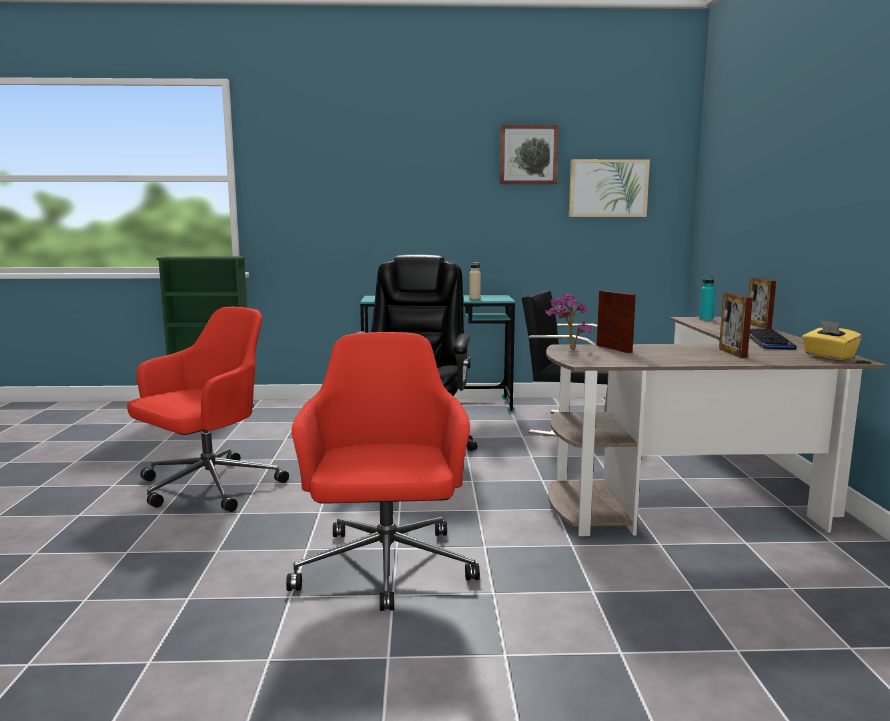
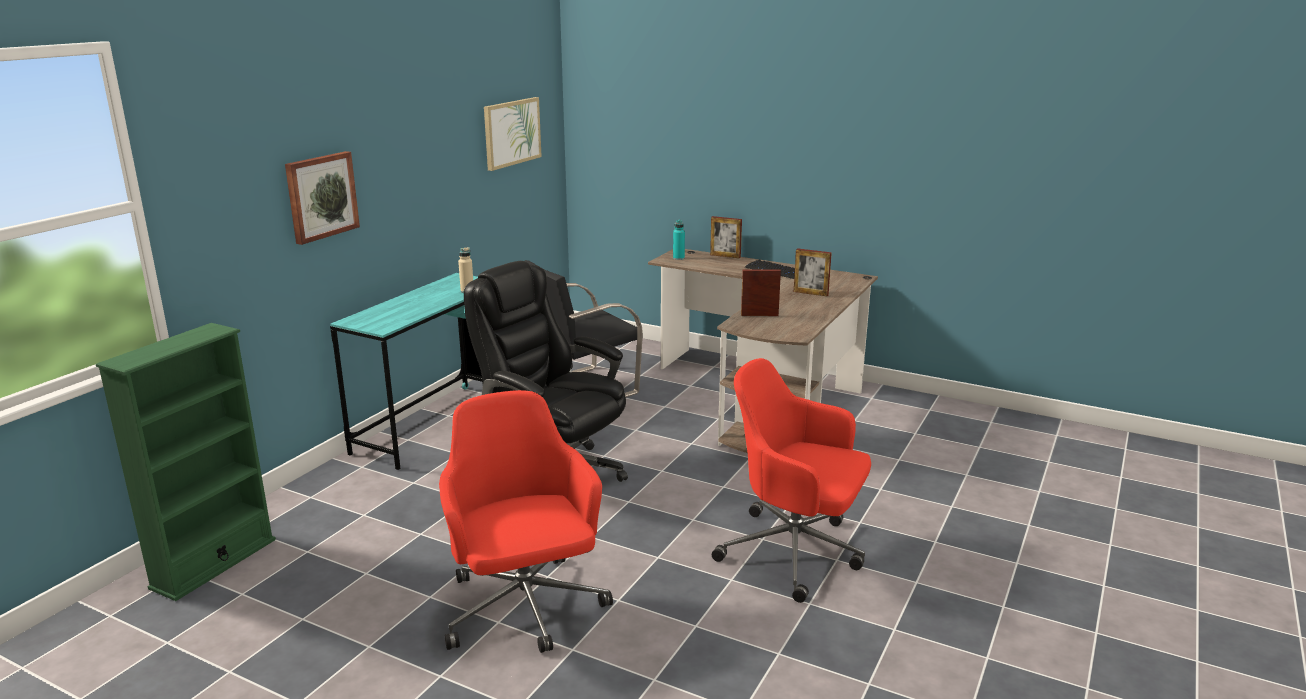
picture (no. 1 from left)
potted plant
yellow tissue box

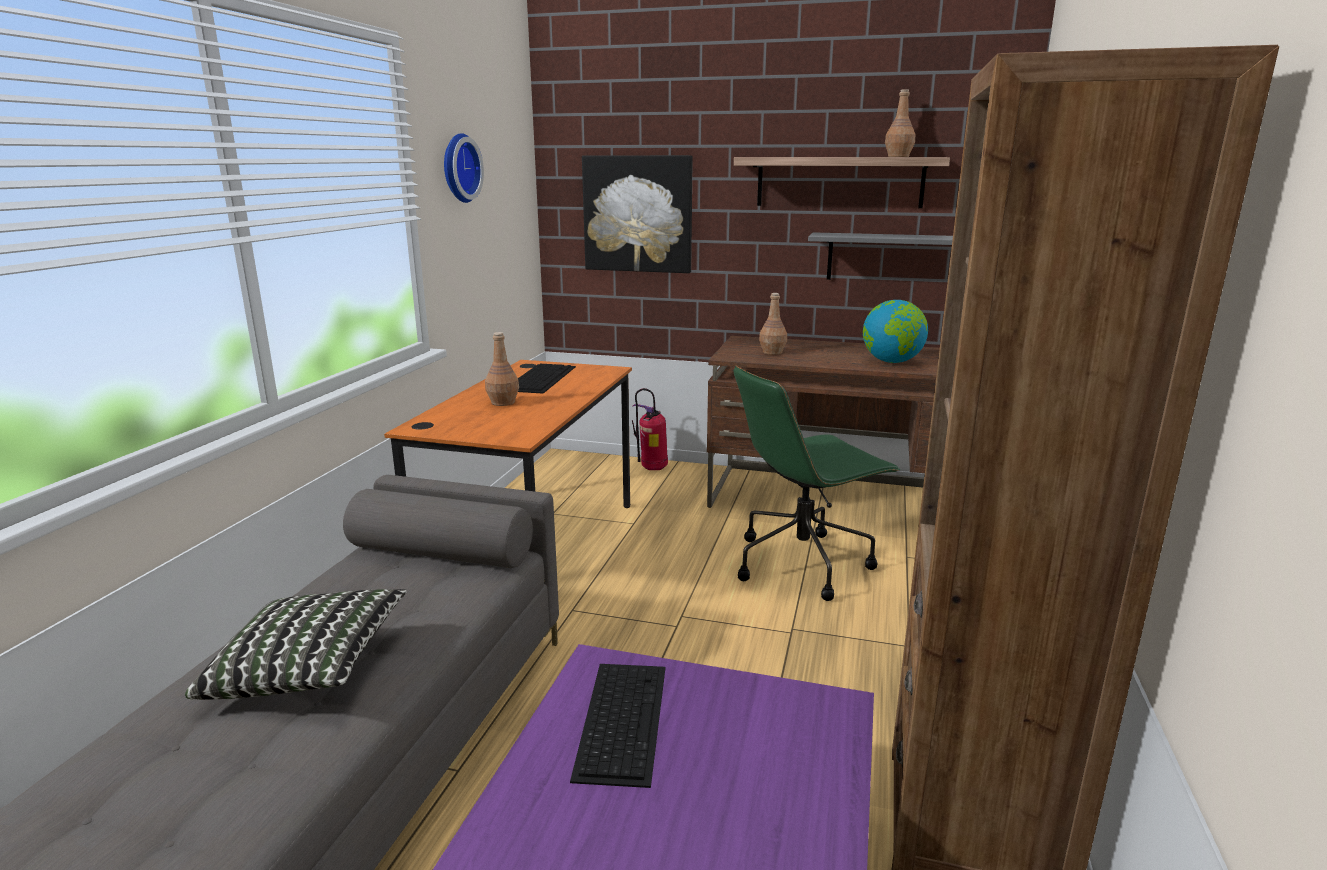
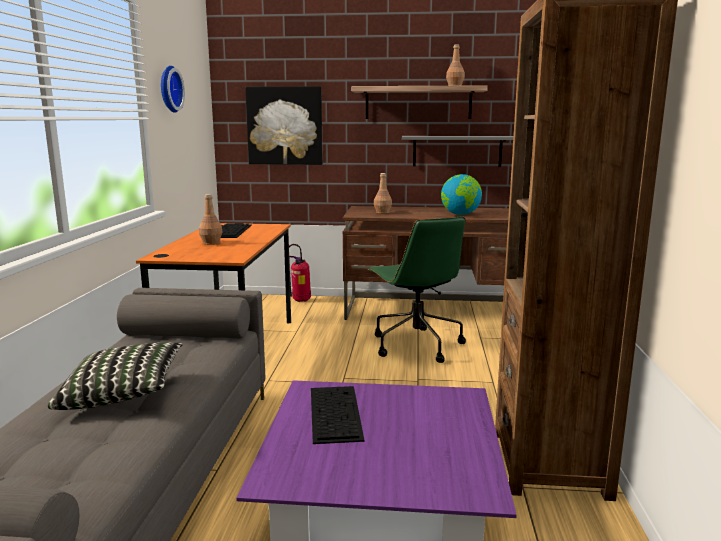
green office chair

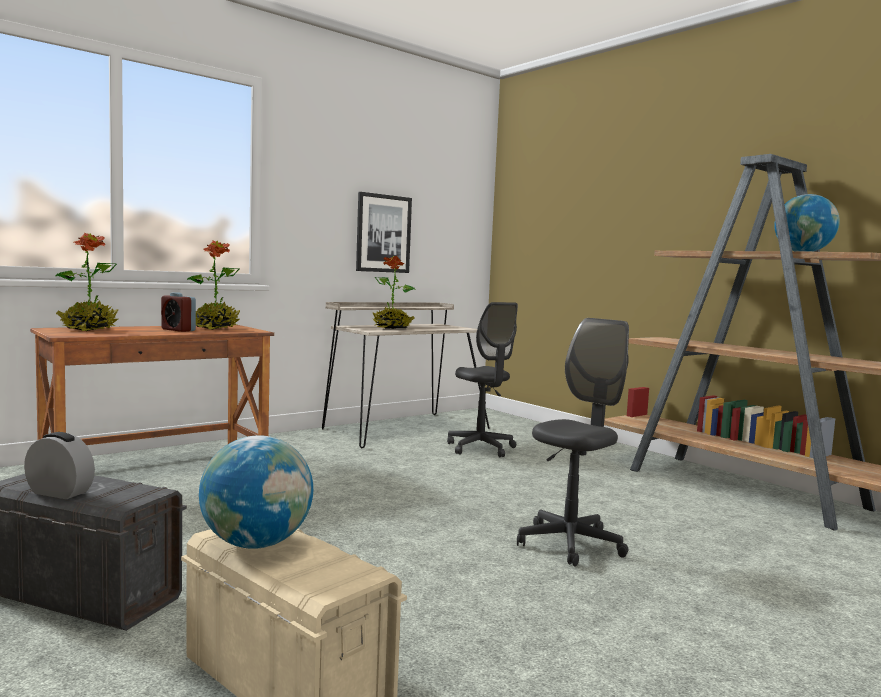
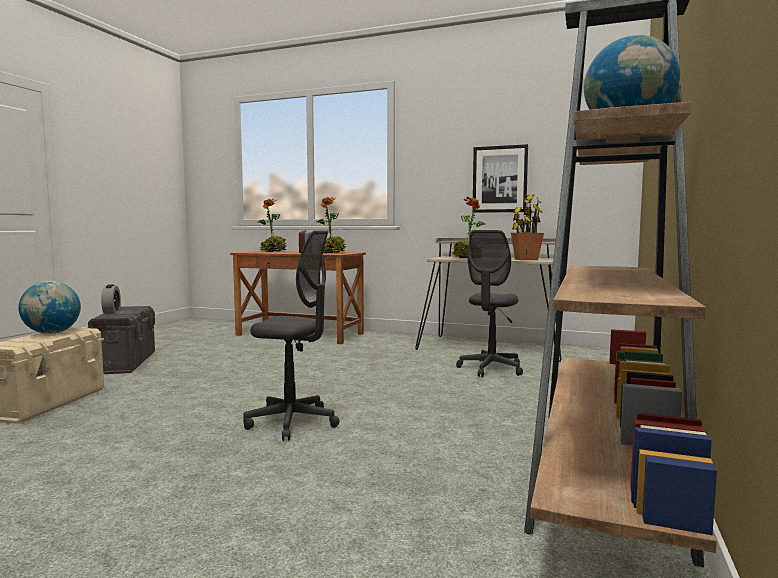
potted plant (no. 4 from left)

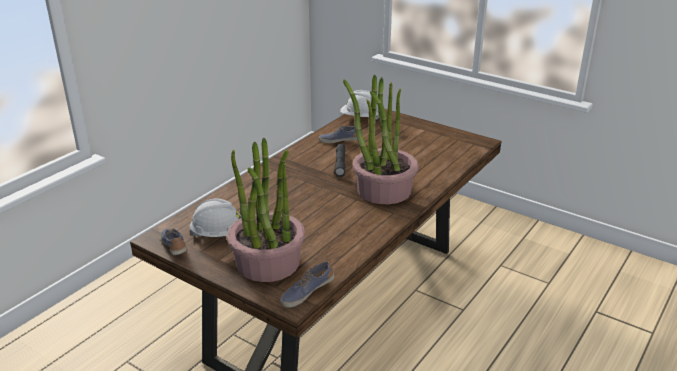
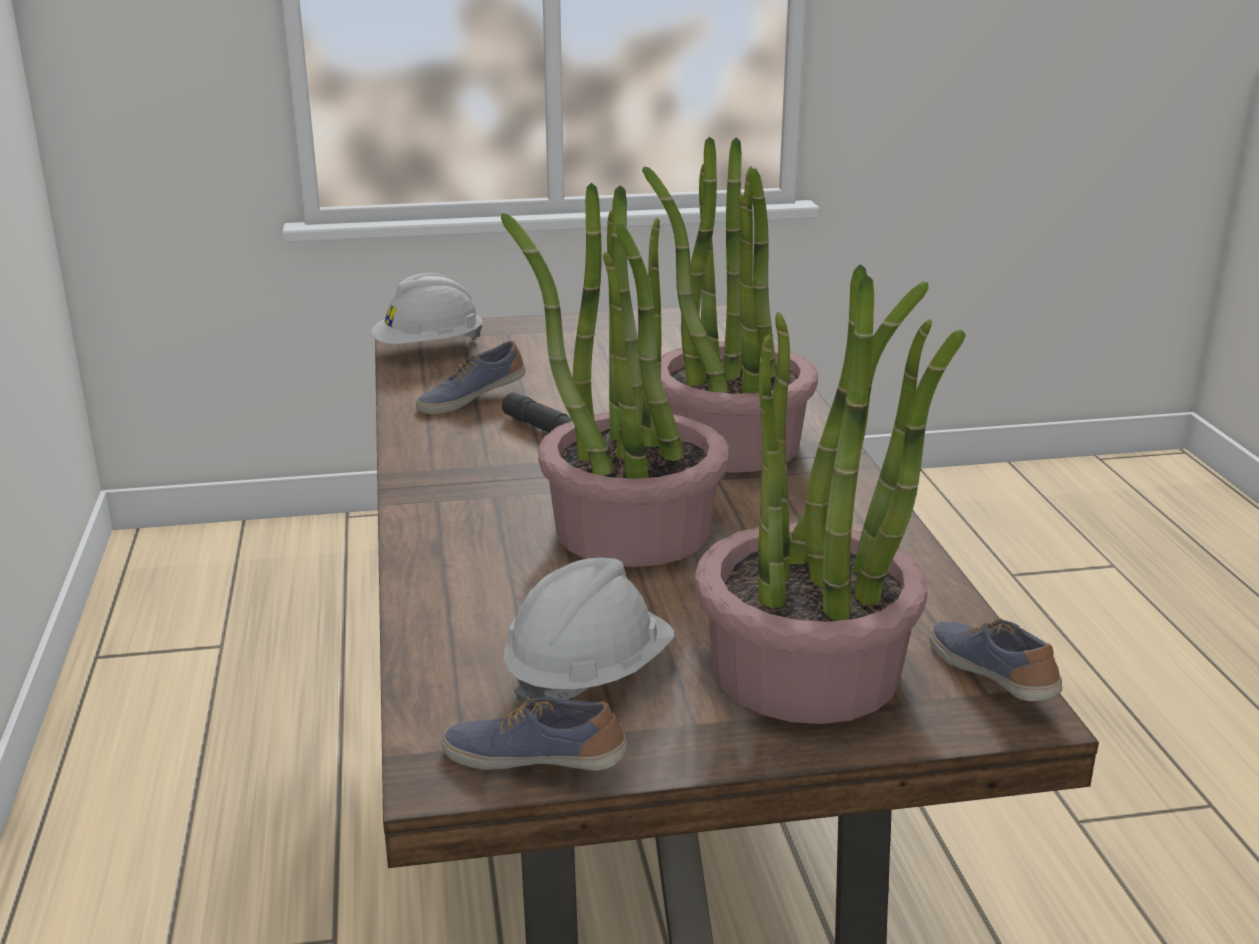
shoe (no. 3 from left)
potted plant (no. 1 from left)

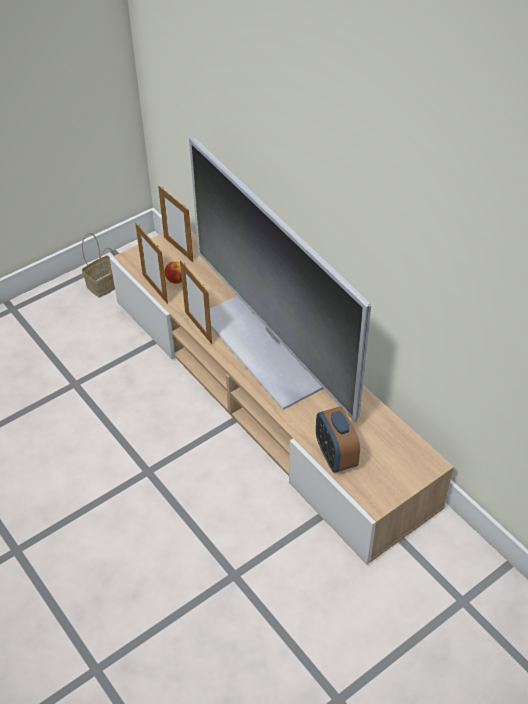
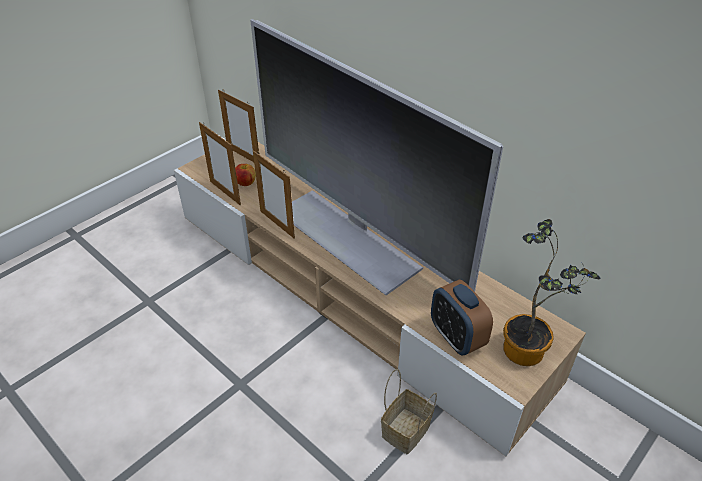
basket
potted plant

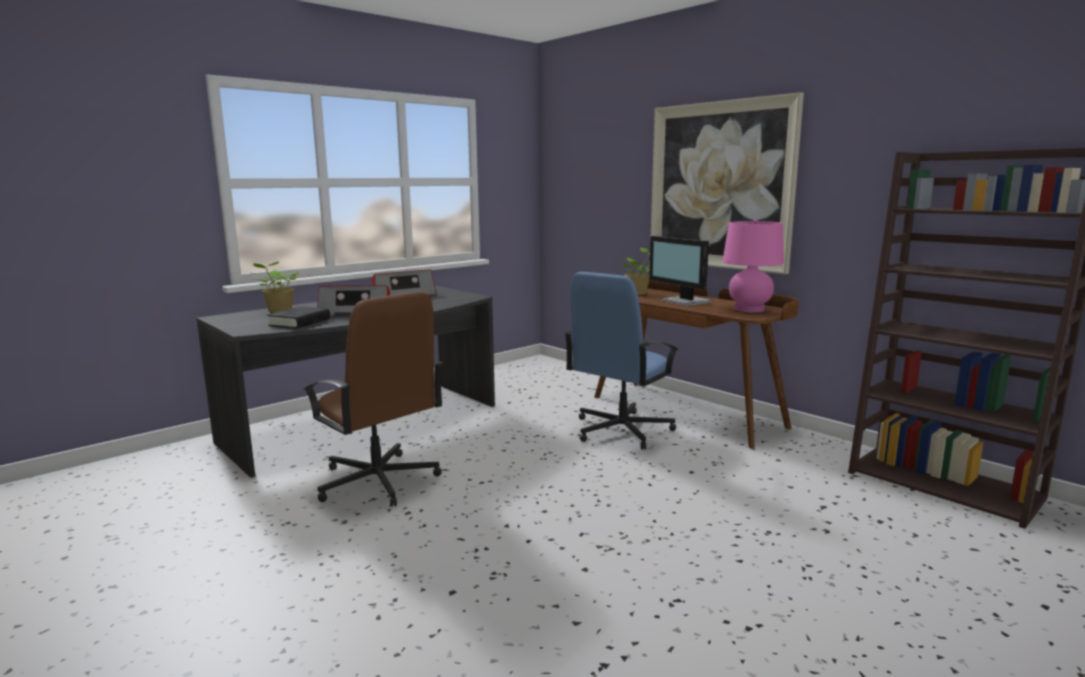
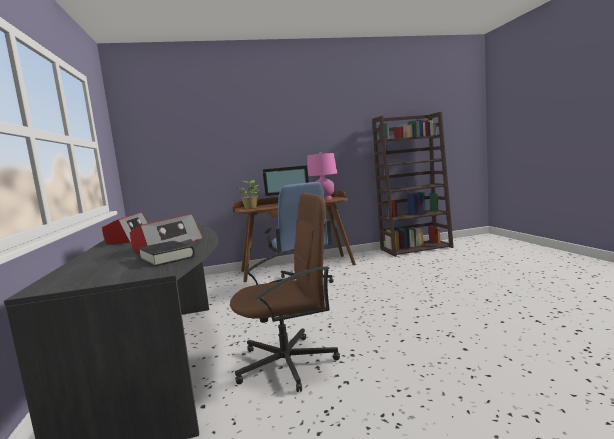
picture
potted plant (no. 1 from left in the first image)

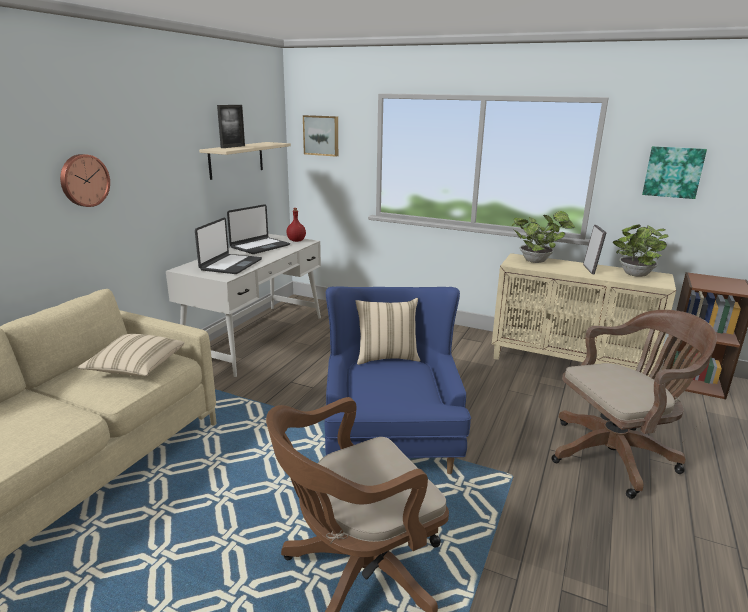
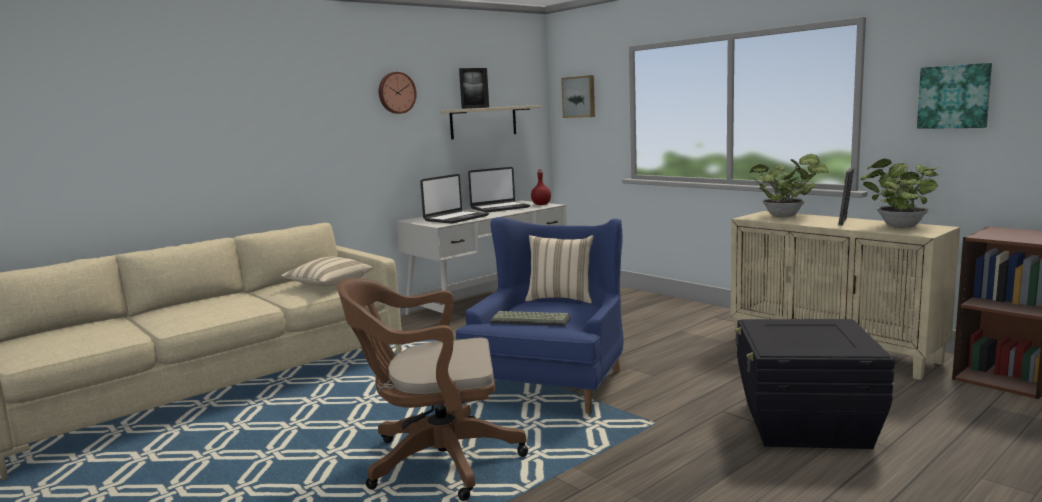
wall clock
black storage box
keyboard

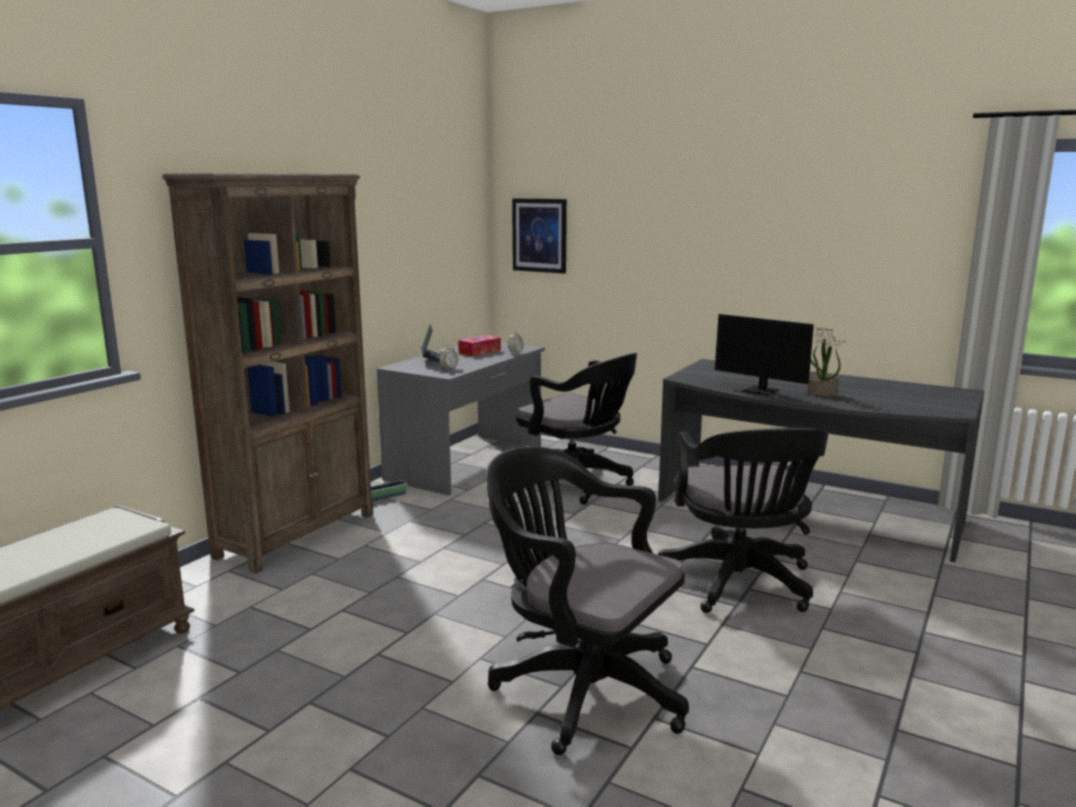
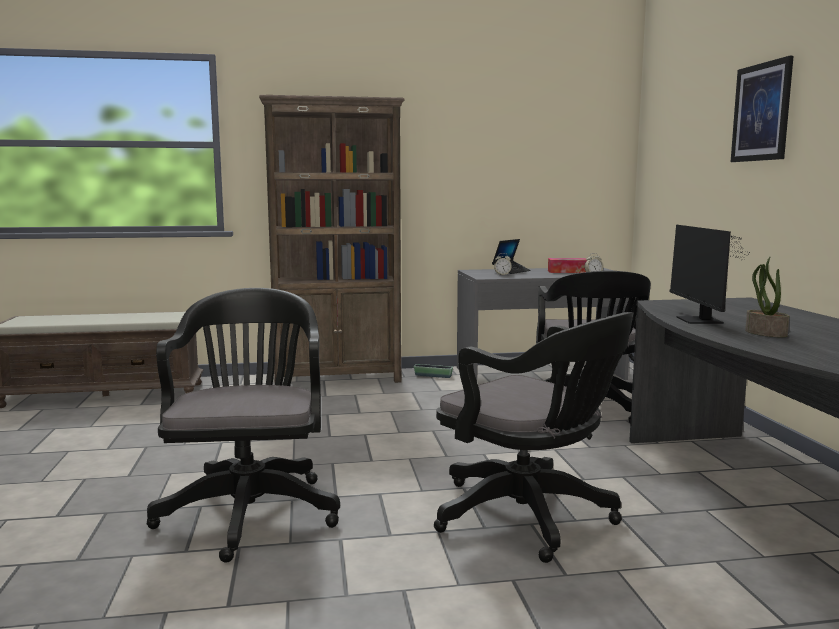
picture
black office chair (no. 2 from left)

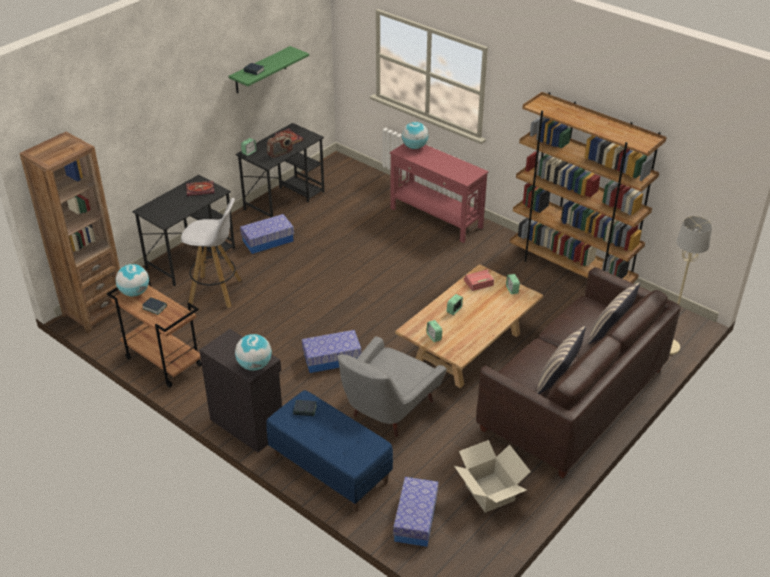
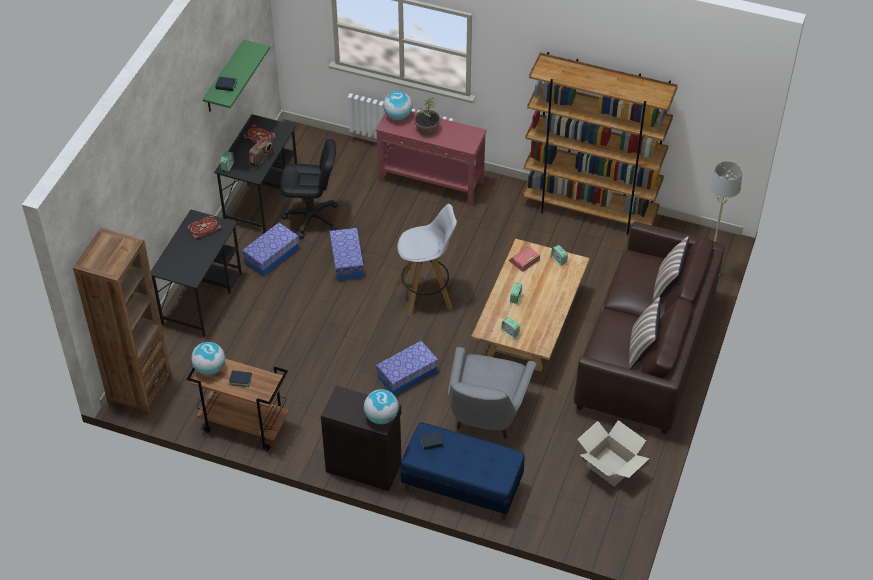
white stool
storage box (no. 2 from left)
potted plant
black office chair

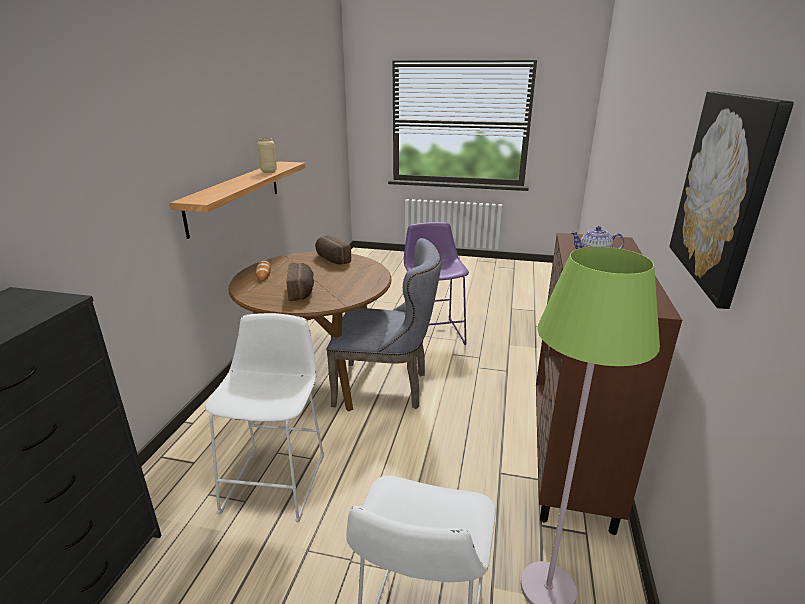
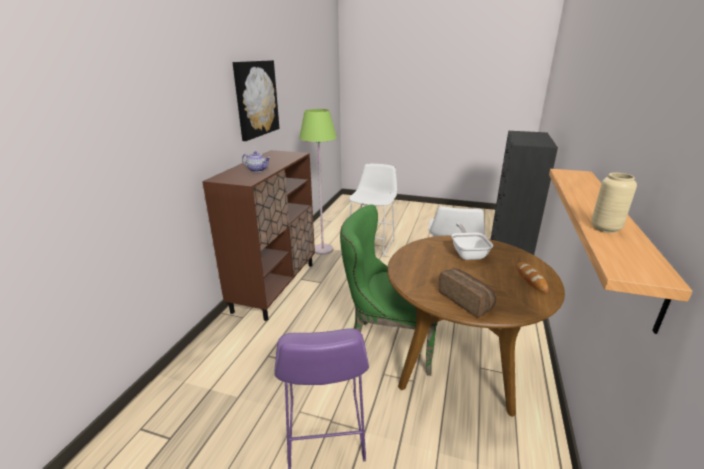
green chair
frying pan

